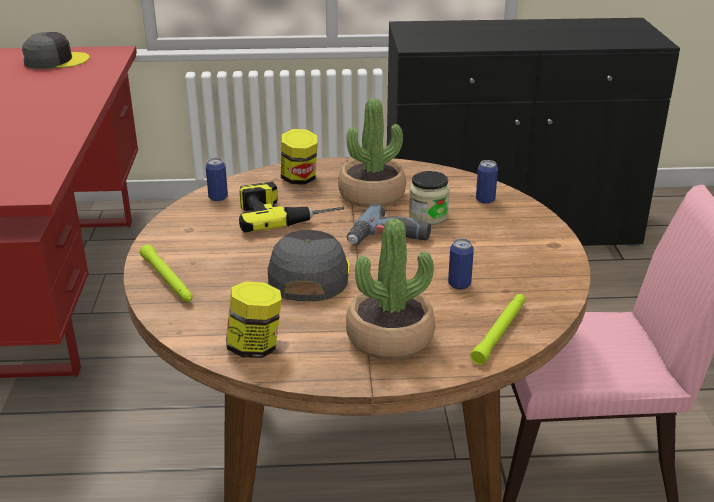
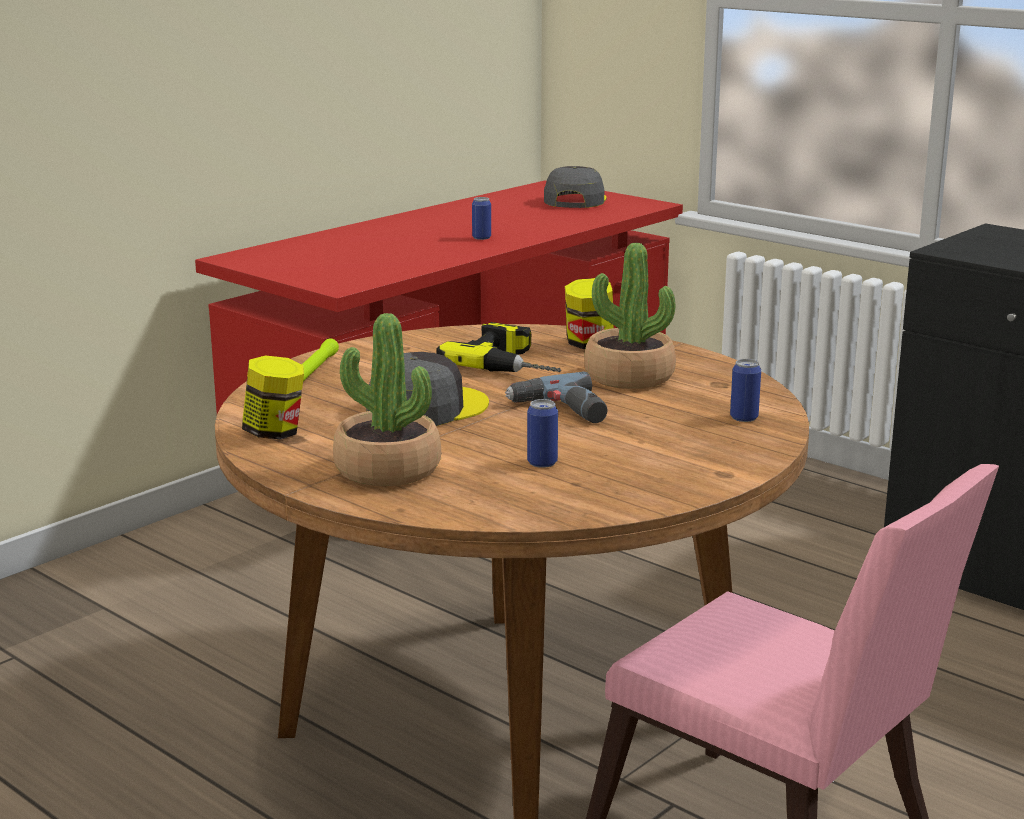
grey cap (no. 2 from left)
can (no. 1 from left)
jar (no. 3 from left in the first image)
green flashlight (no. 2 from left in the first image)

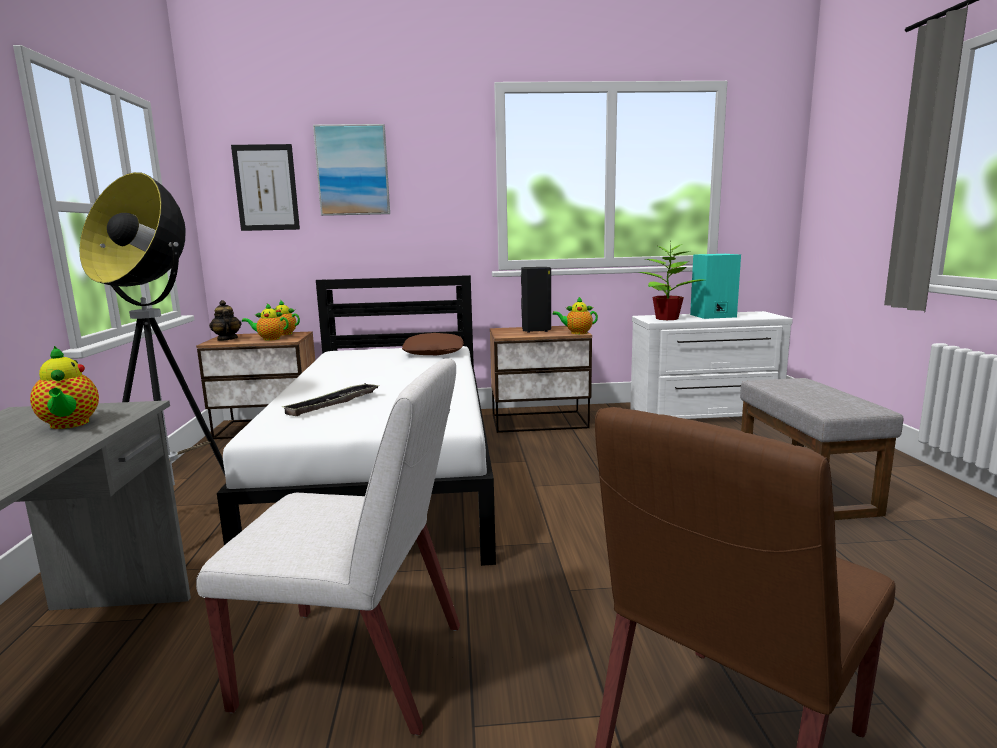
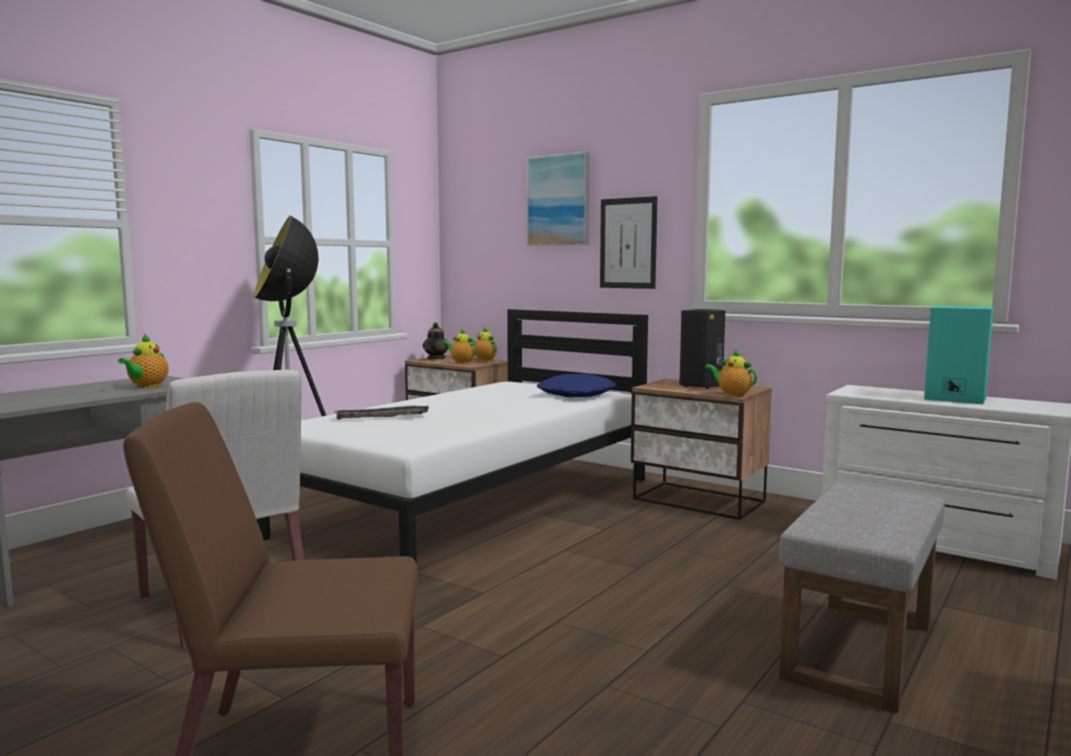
picture (no. 2 from left)
potted plant
blue pillow

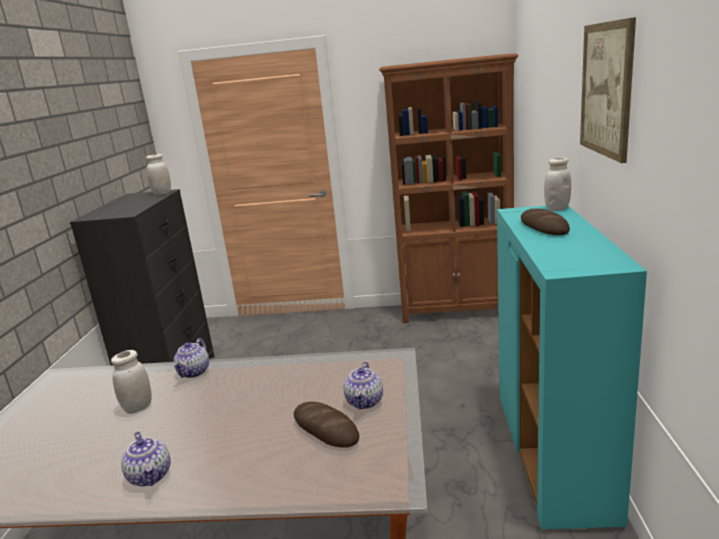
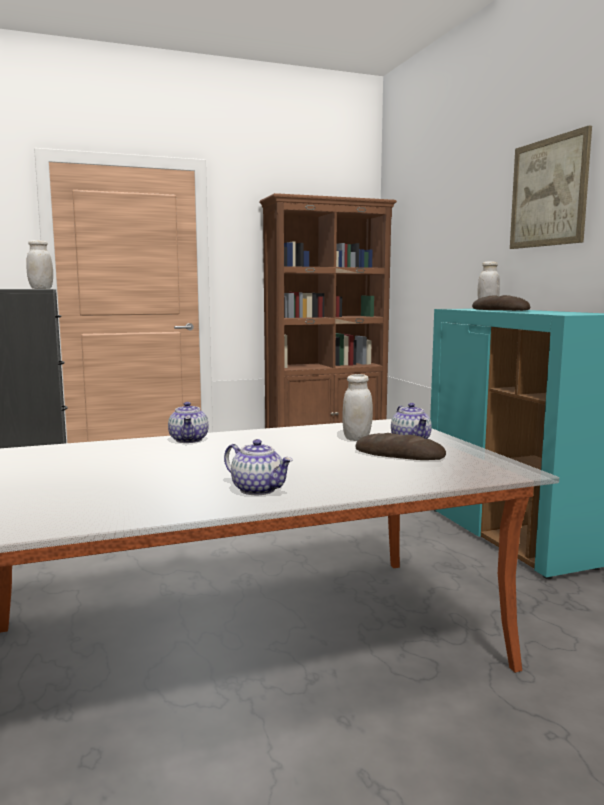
white jar (no. 2 from left)

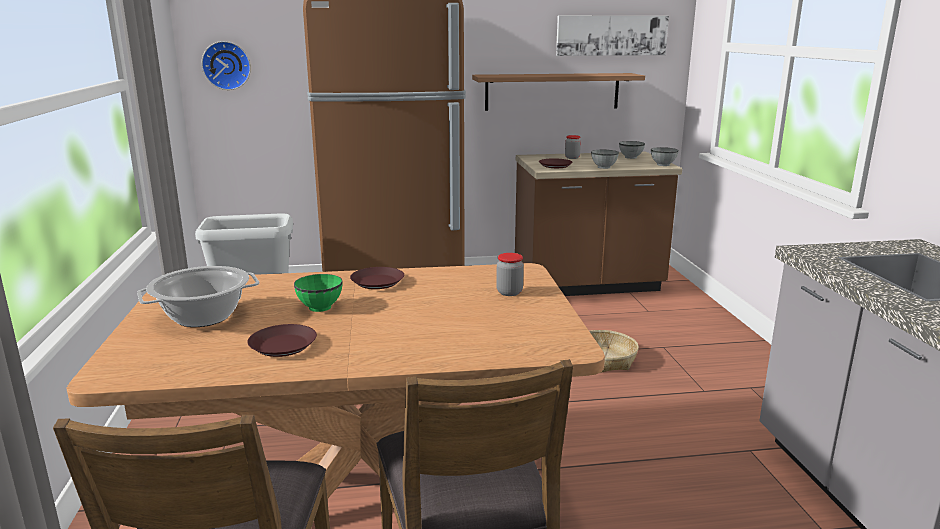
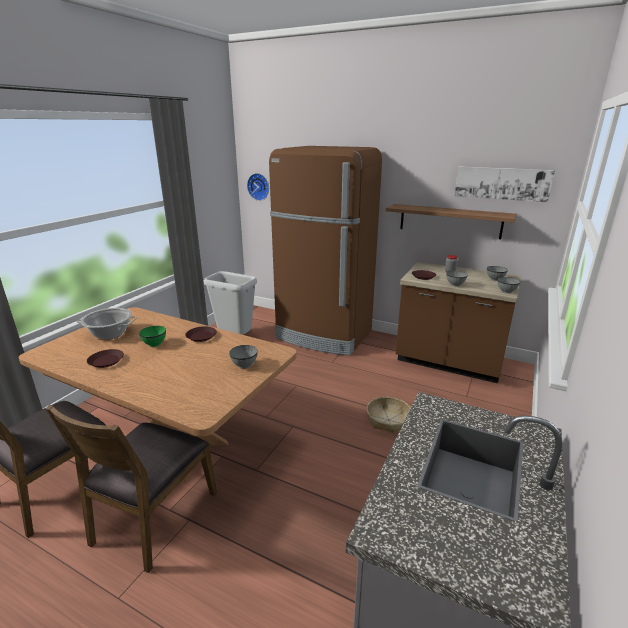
grey bowl (no. 1 from left)

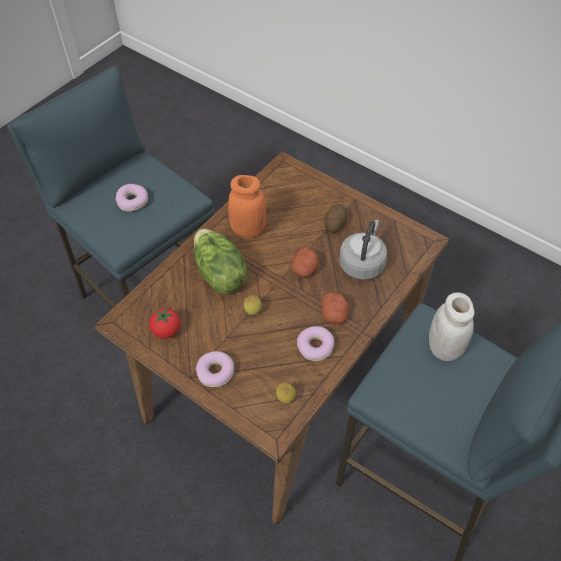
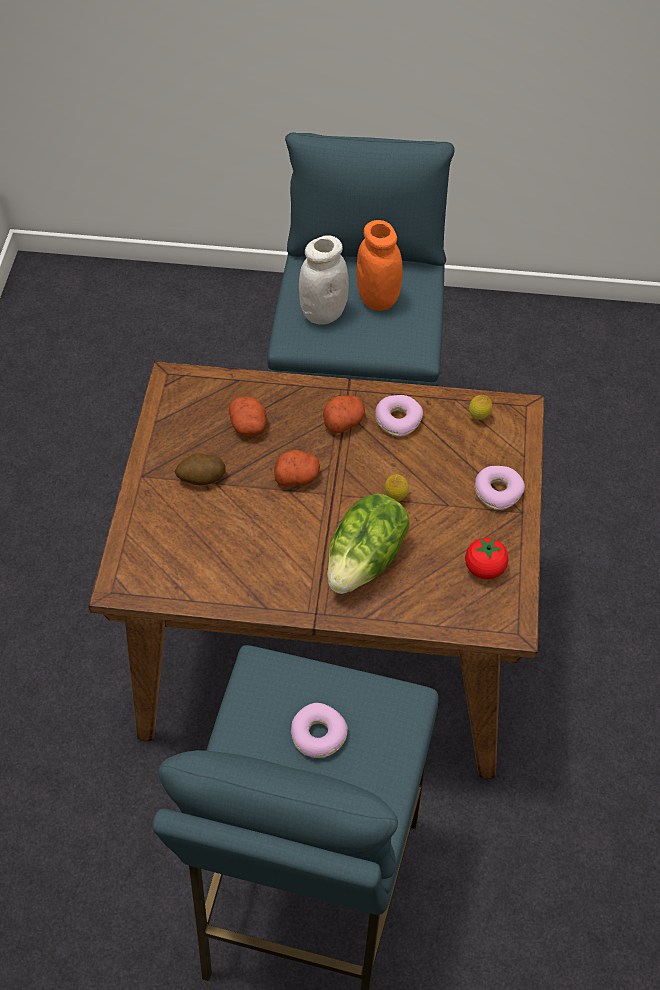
orange jar
potato (no. 2 from left)

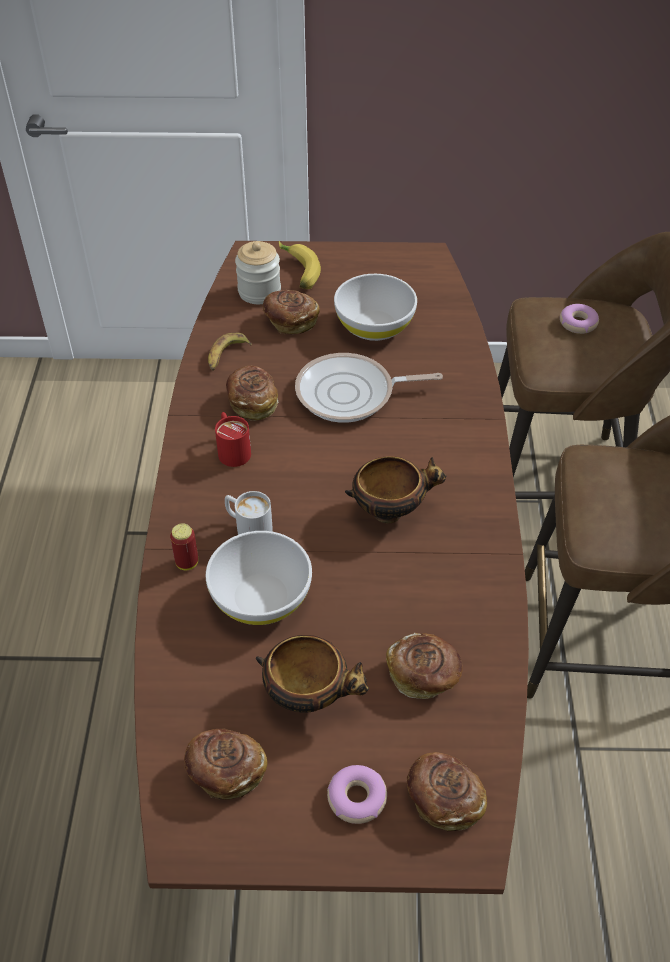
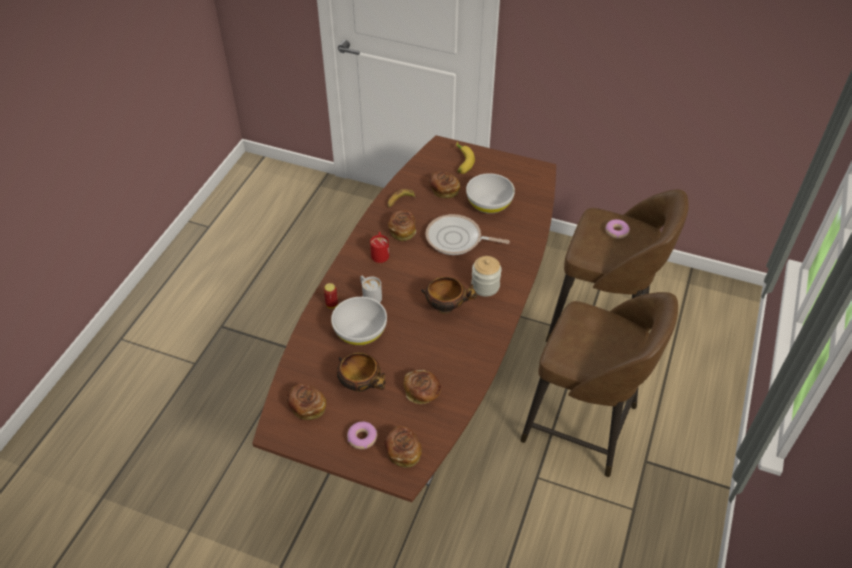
jar

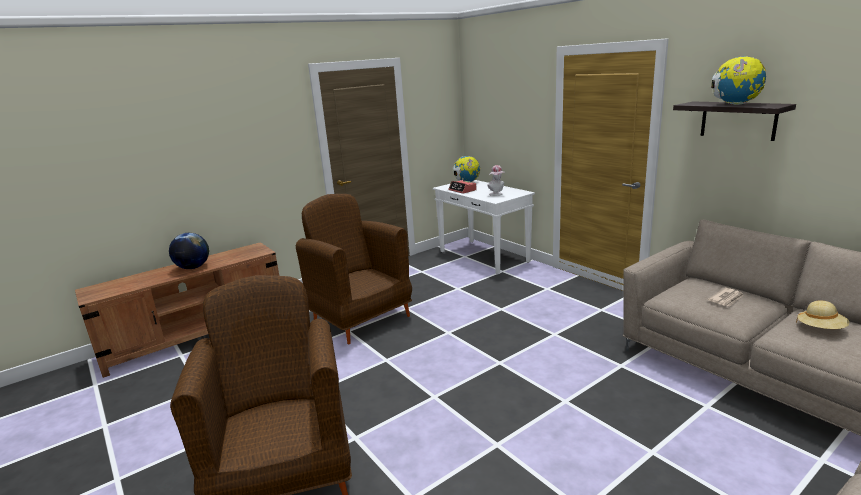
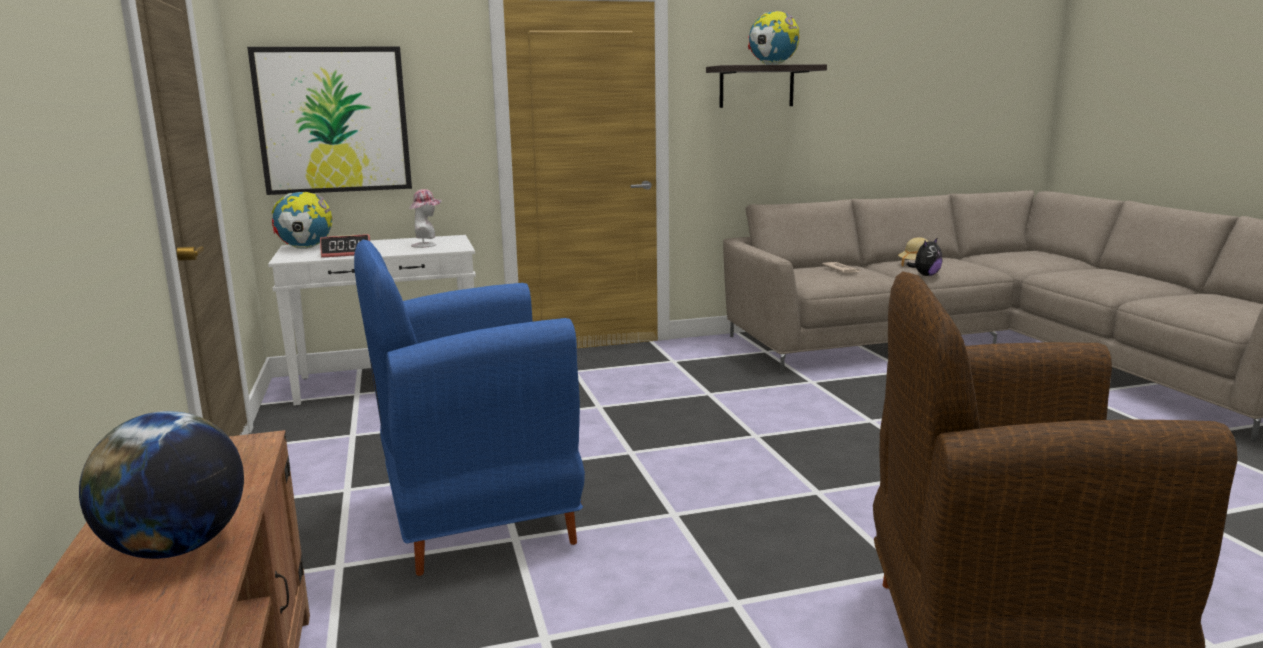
blue armchair
picture
plush toy

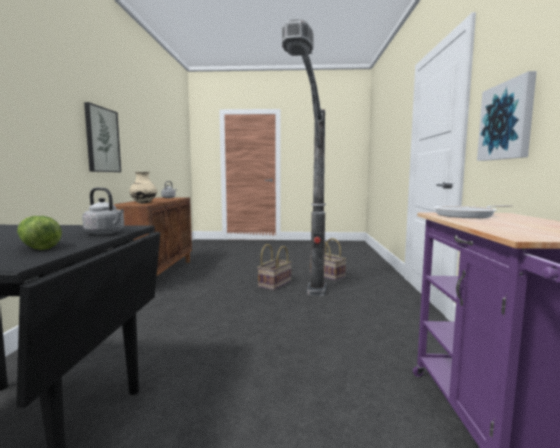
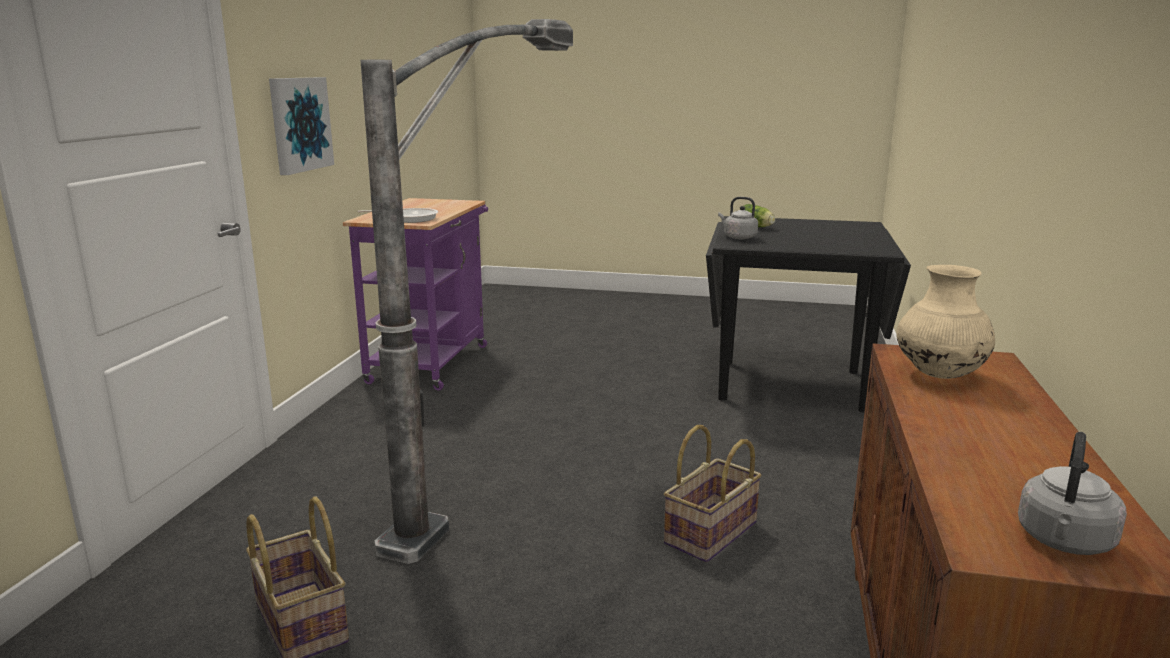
picture (no. 1 from left in the first image)
basket (no. 2 from left)

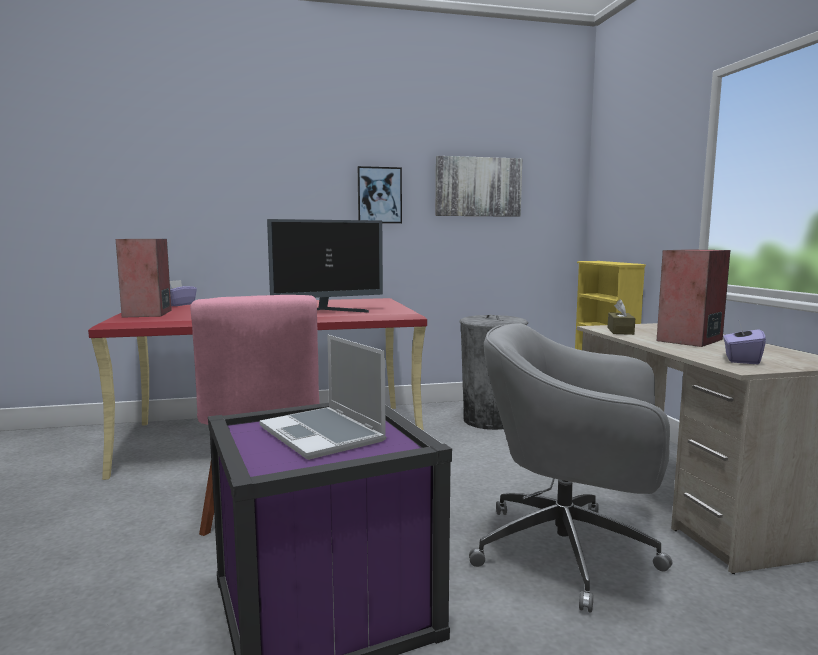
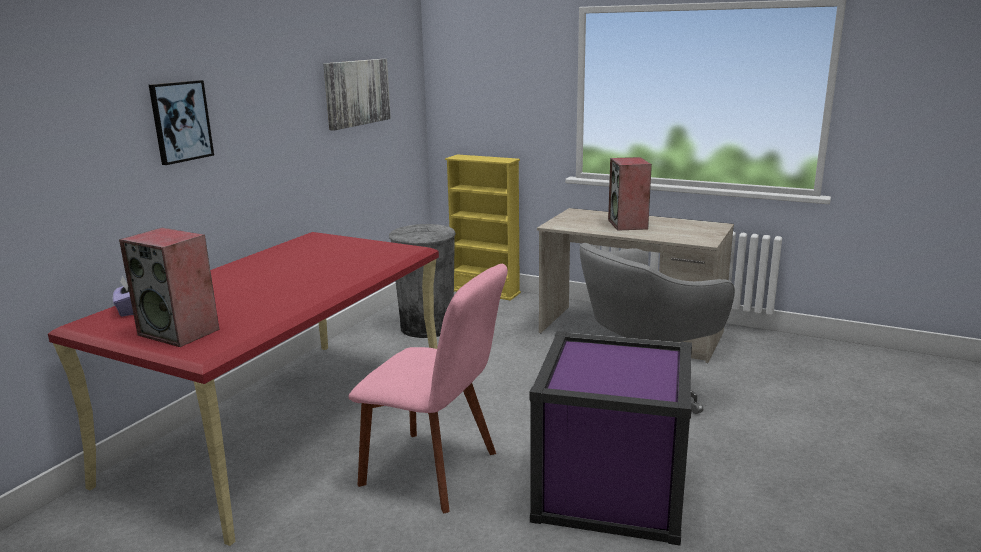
picture (no. 1 from left)
monitor
brown tissue box
purple tissue box (no. 2 from left in the first image)
laptop

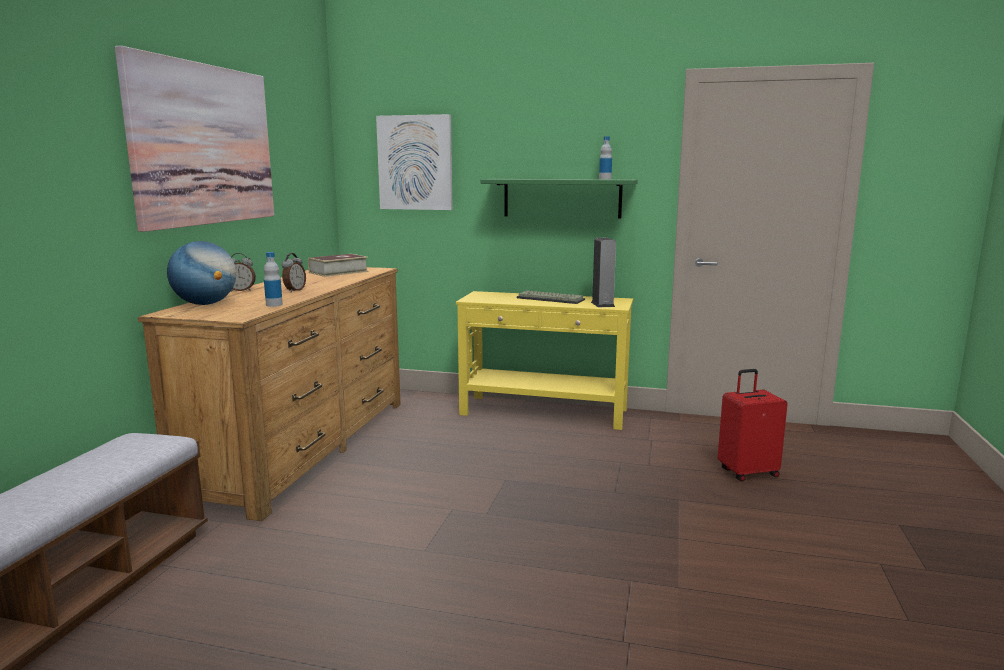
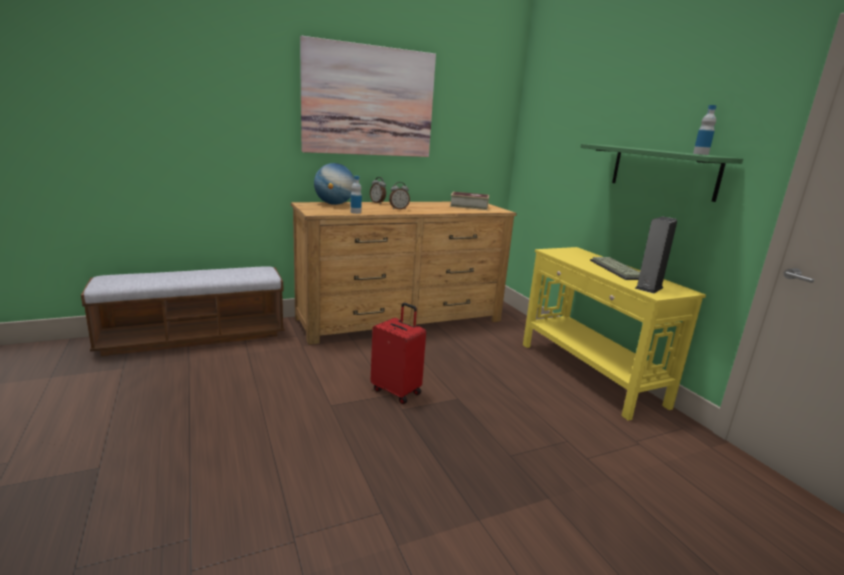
picture (no. 2 from left in the first image)
red suitcase

